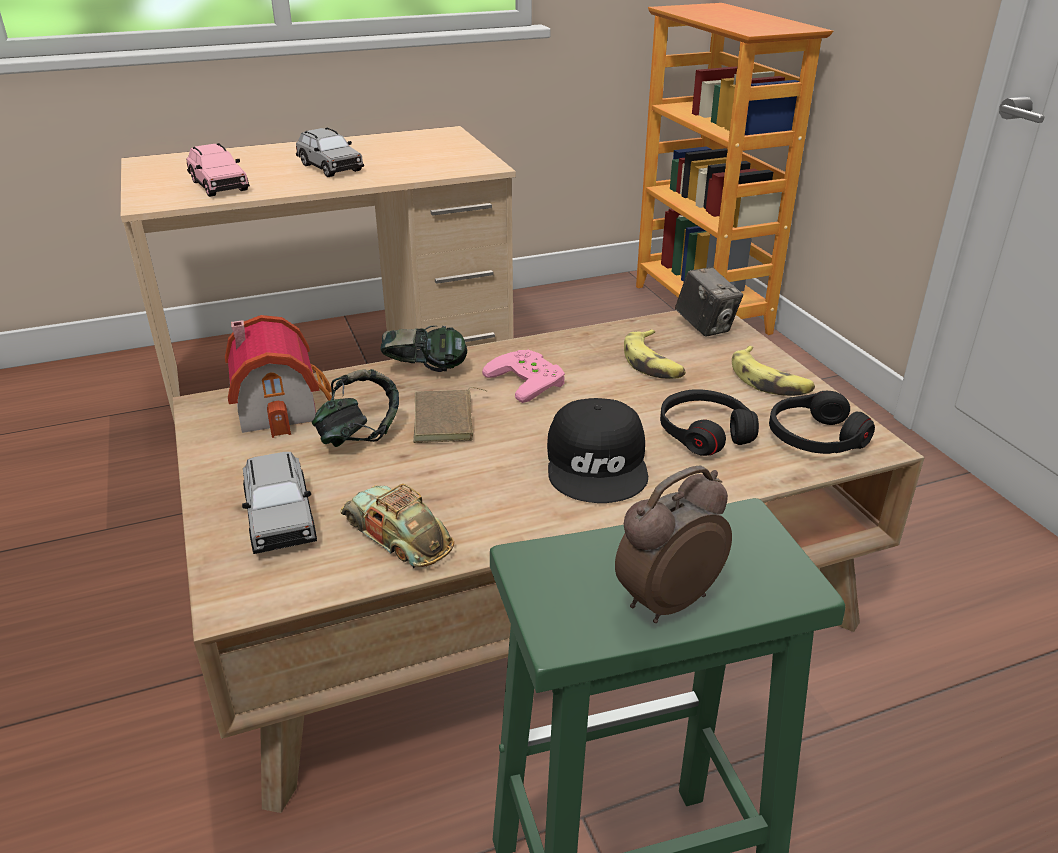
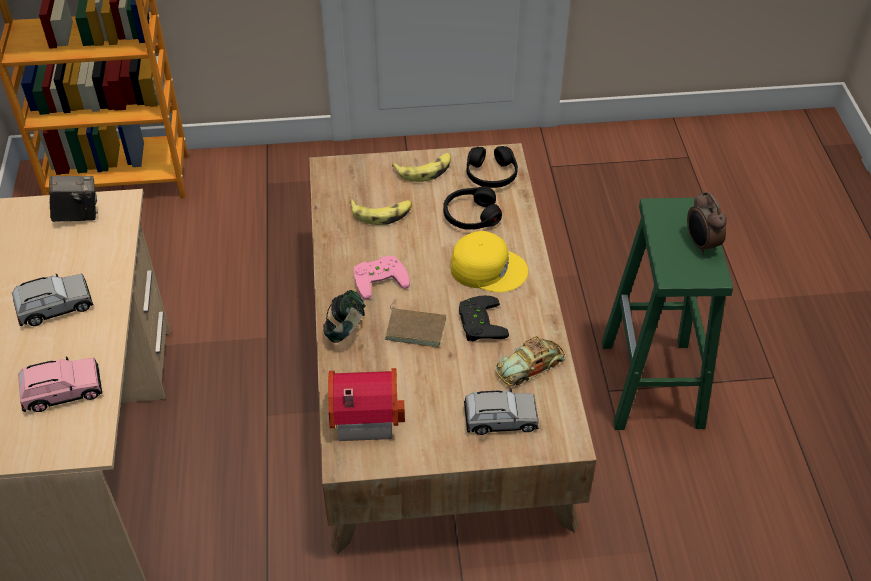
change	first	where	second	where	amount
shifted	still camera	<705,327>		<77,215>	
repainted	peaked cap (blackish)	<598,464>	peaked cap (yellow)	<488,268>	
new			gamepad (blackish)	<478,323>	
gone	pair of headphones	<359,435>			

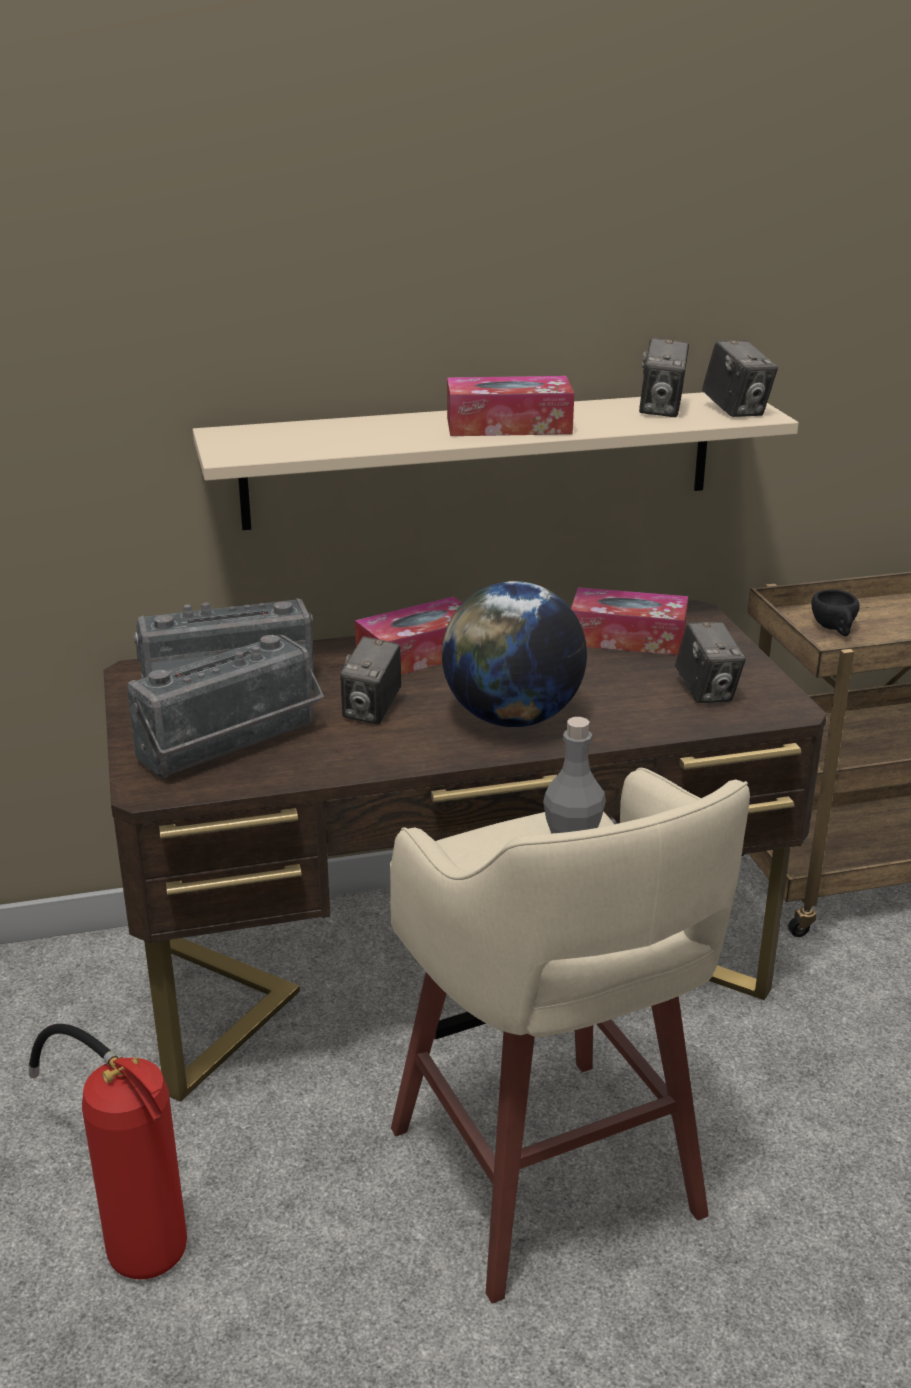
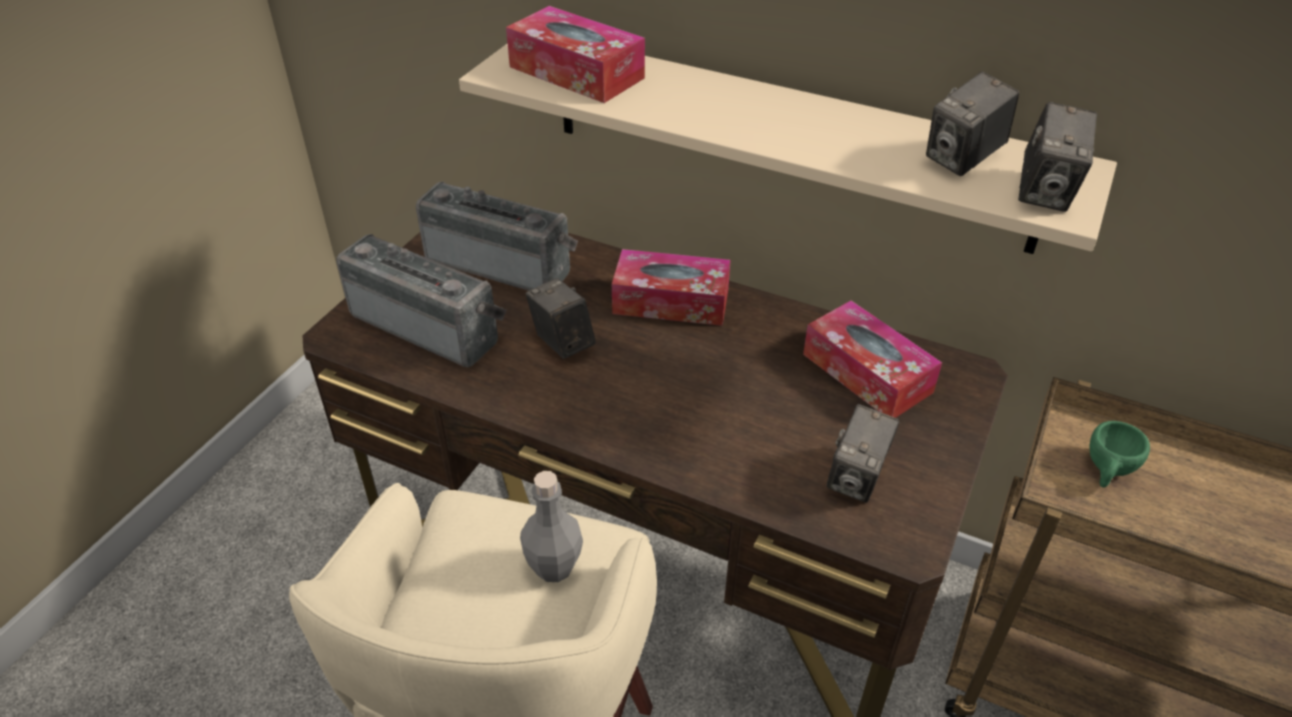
change	first	where	second	where	amount
rotated	radio	<231,747>		<430,325>	150 degrees counterclockwise
shifted	tissue box	<508,425>		<576,72>	
rotated	still camera	<372,711>		<562,342>	90 degrees clockwise
repainted	cup (blackish)	<835,629>	cup (greenish)	<1108,470>	
gone	fire extinguisher	<126,1221>			
gone	world globe	<512,718>			

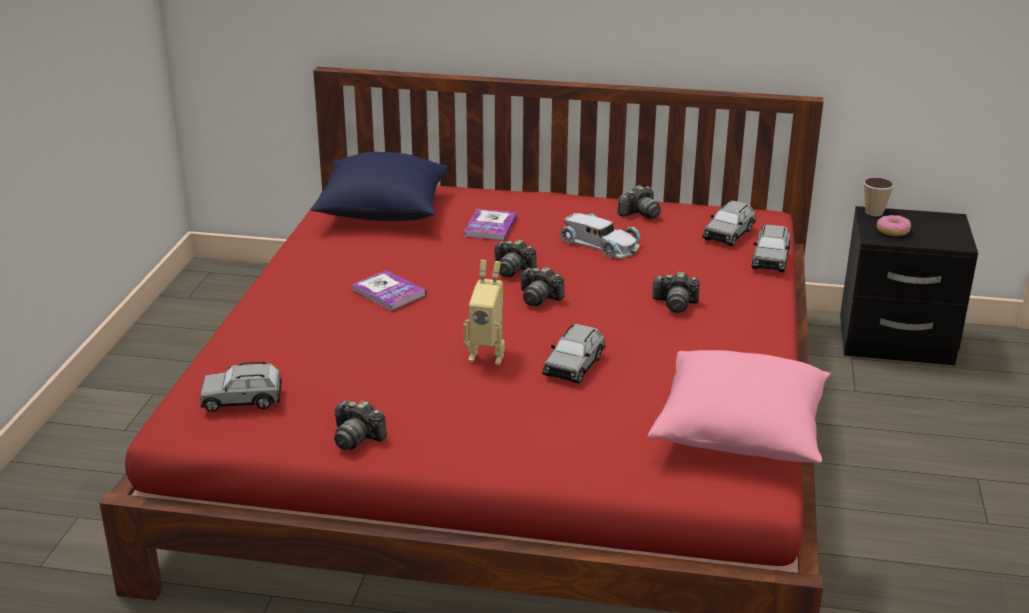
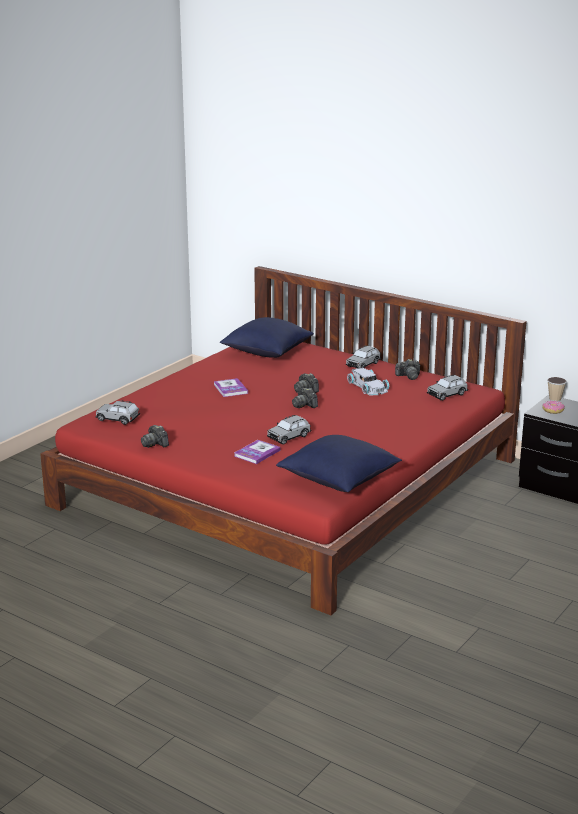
change	first	where	second	where	amount
shifted	book	<490,227>		<257,453>	
repainted	throw pillow (pink-coloured)	<740,434>	throw pillow (blue-coloured)	<339,480>	
shifted	miniature car (greyish)	<770,260>		<363,364>	
gone	toy robot	<487,355>			
gone	still camera	<675,304>			

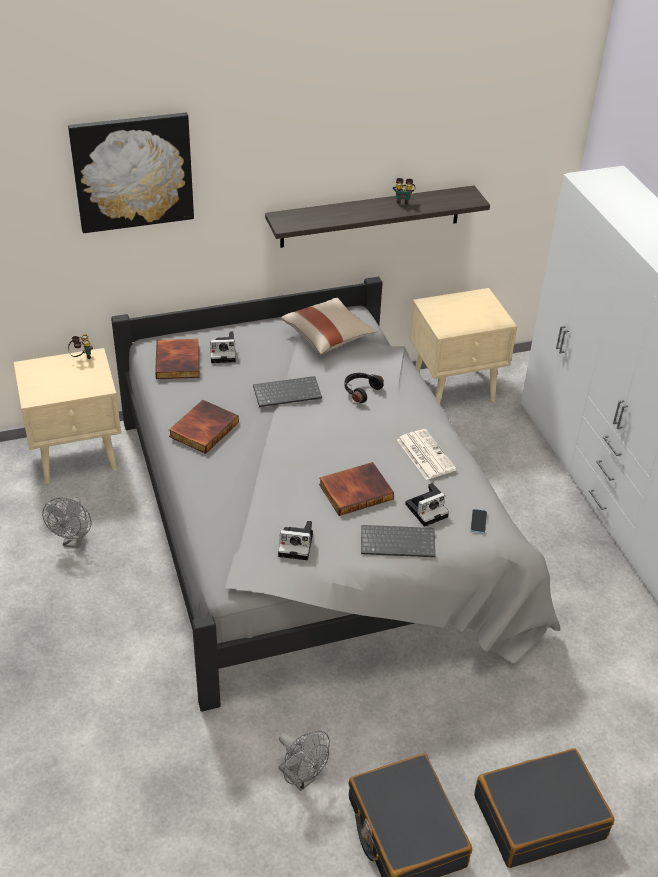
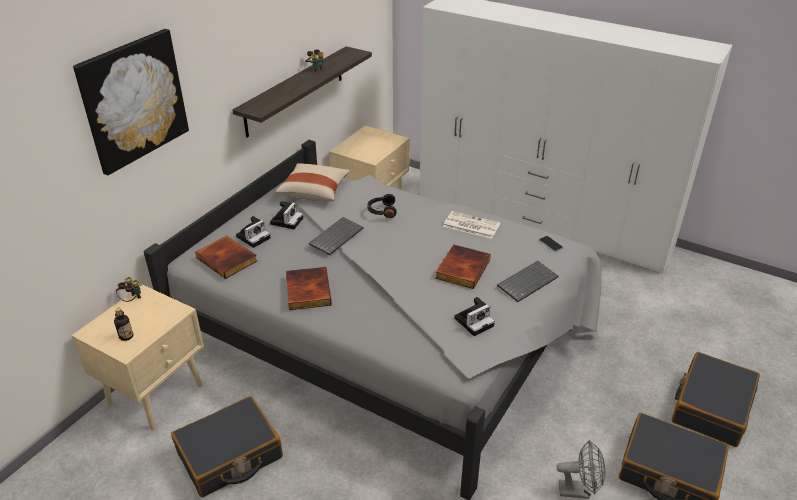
change	first	where	second	where	amount
new			drink bottle	<126,336>	
swapped	cooling fan (greyish)	<74,541>	suitcase (blackish)	<229,455>	
shifted	still camera	<427,509>		<287,220>	

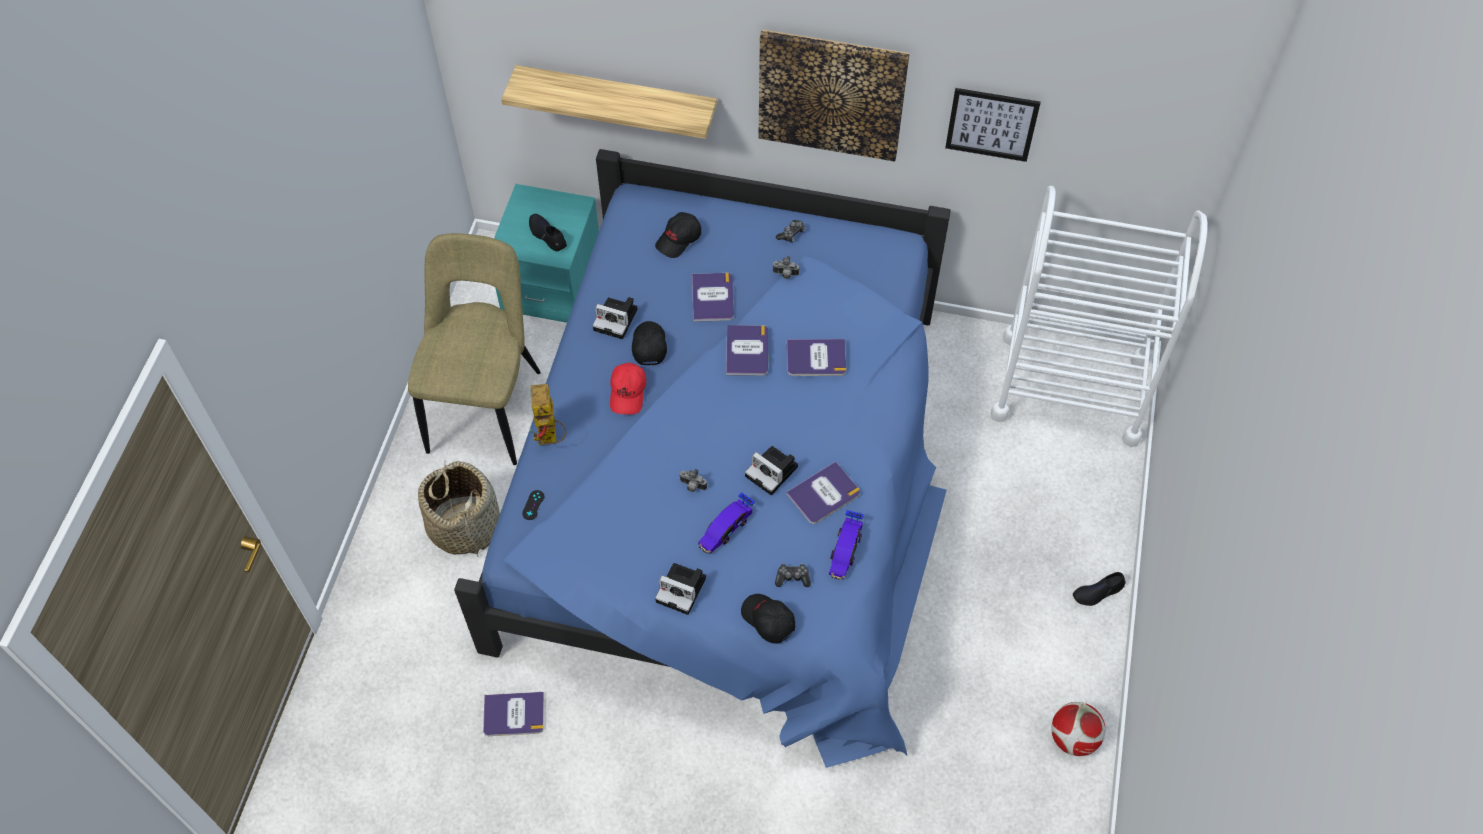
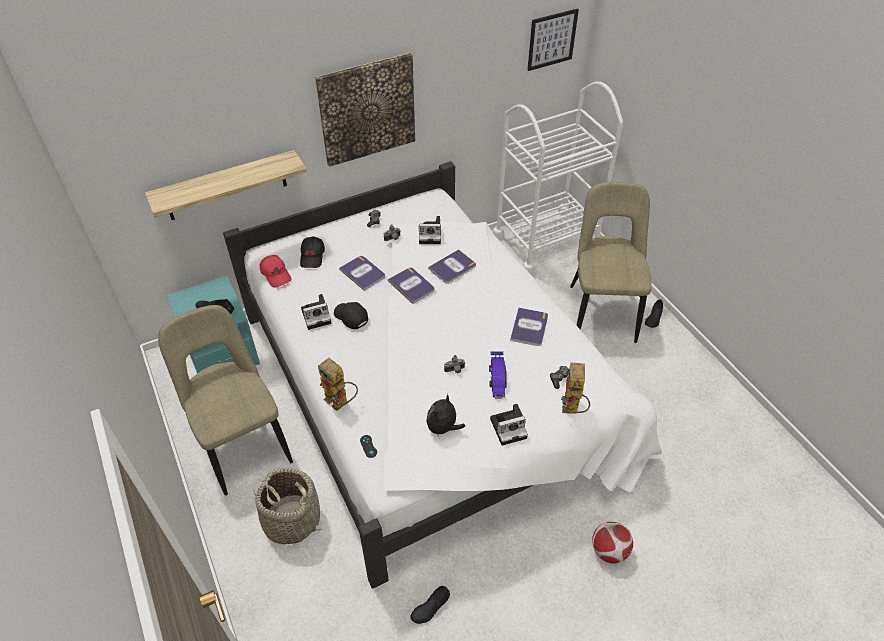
change	first	where	second	where	amount
repainted	sleeping bed (blue-coloured)	<733,488>	sleeping bed (white-coloured)	<433,389>	
shifted	peaked cap (red-coloured)	<628,393>		<276,275>	
swapped	book	<514,714>	item of footwear (blackish)	<430,607>	
shifted	still camera	<773,472>		<431,234>	
new			cuddly toy	<443,428>	
shifted	picture	<991,124>		<552,39>	
swapped	peaked cap (blackish)	<767,620>	toy robot	<572,409>	
new			upright chair (sand-coloured)	<601,310>	
shifted	football	<1073,738>		<609,551>	
gone	miniature car	<845,550>			

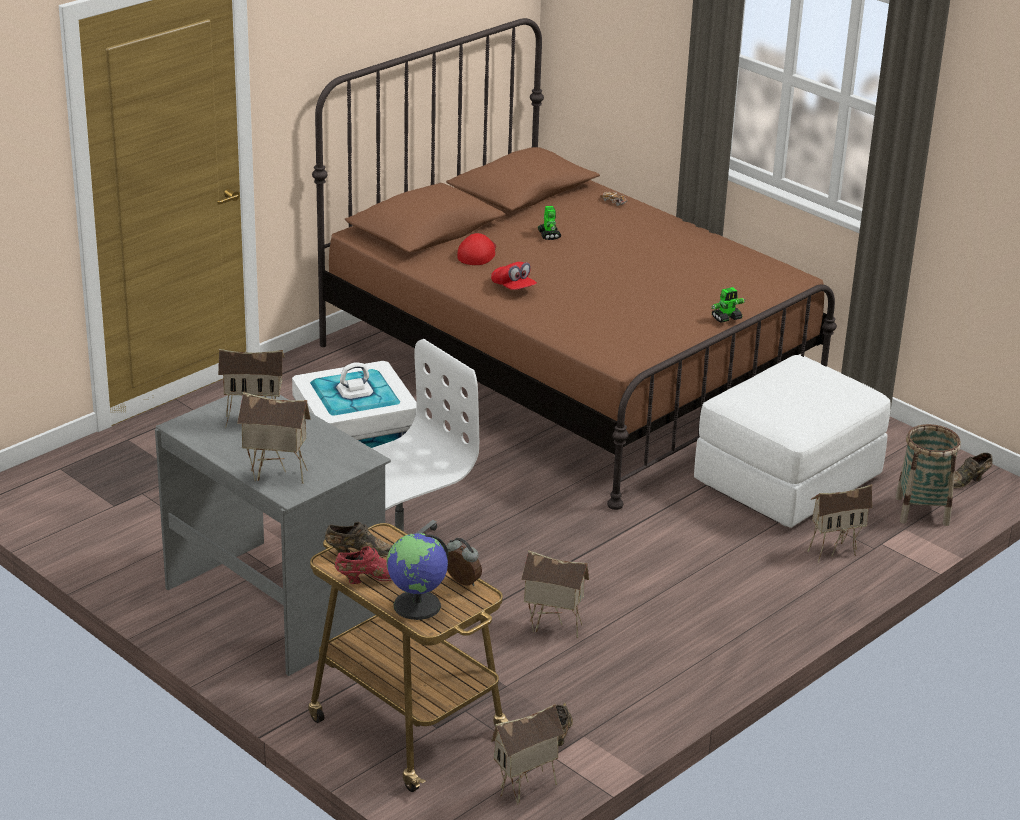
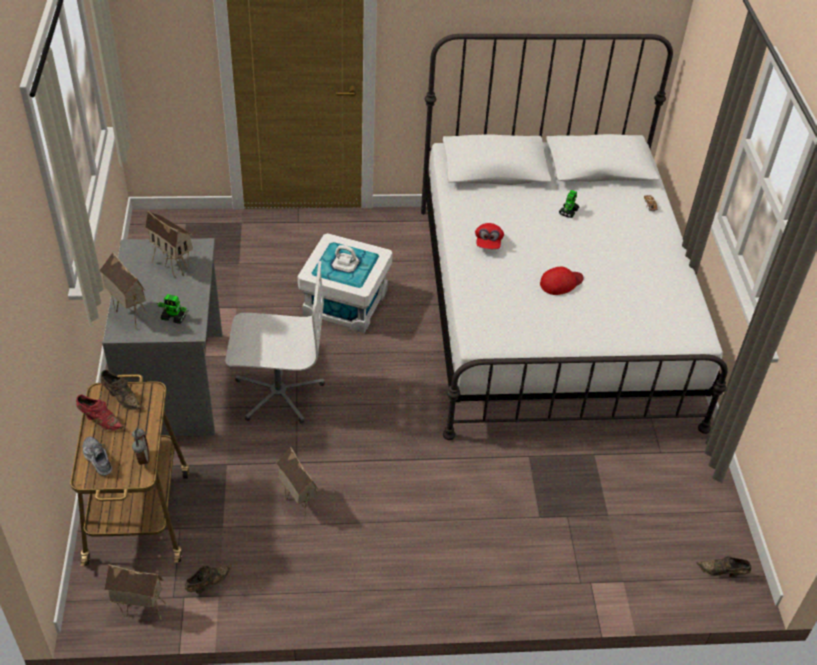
change	first	where	second	where	amount
swapped	world globe	<417,606>	item of footwear	<97,459>	
shifted	toy robot	<727,318>		<174,317>	
repainted	sleeping bed (brown)	<568,369>	sleeping bed (white-coloured)	<551,311>	
shifted	peaked cap (red-coloured)	<478,254>		<561,283>	
gone	pouffe (white-coloured)	<788,480>			
gone	model house	<833,550>			
gone	storage basket	<922,511>			

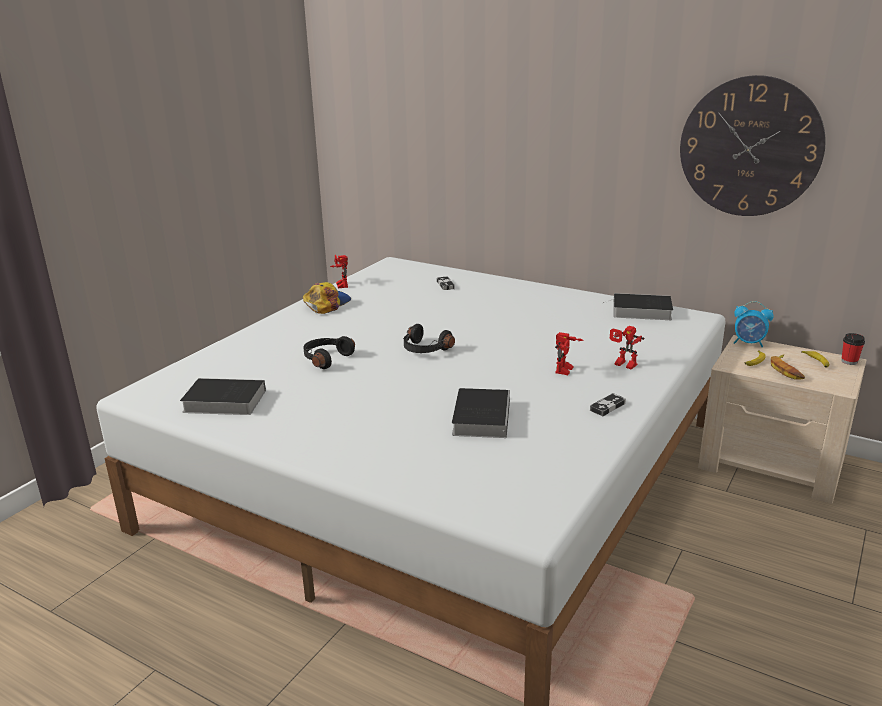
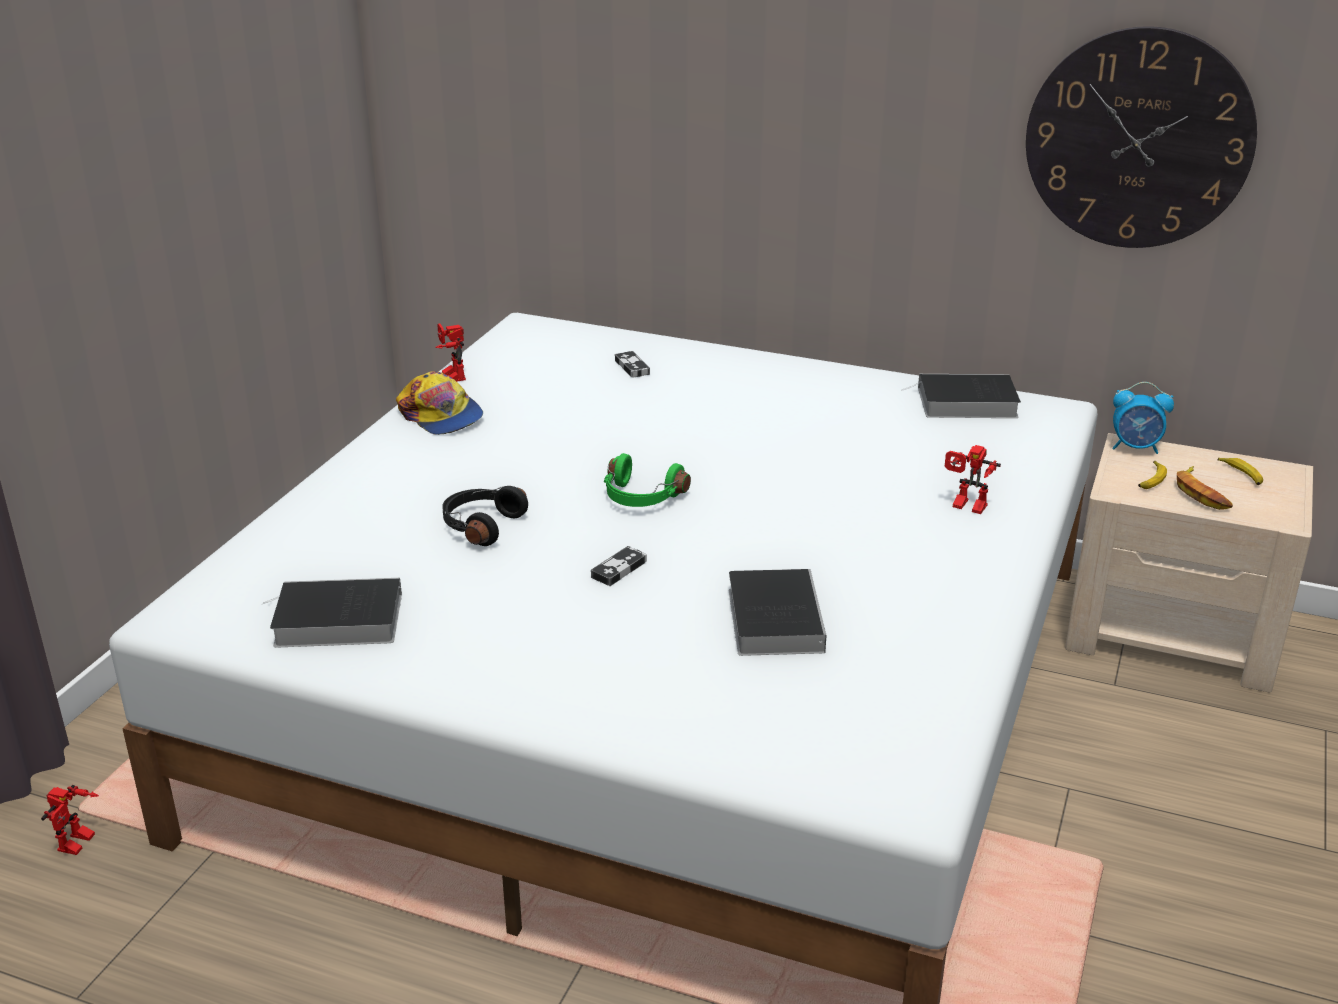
change	first	where	second	where	amount
shifted	toy robot	<566,371>		<78,845>	
rotated	peaked cap	<326,304>		<441,415>	120 degrees clockwise
shifted	gamepad	<607,407>		<619,569>	
repainted	pair of headphones (blackish)	<424,350>	pair of headphones (greenish)	<641,498>	
gone	cup	<849,361>			

